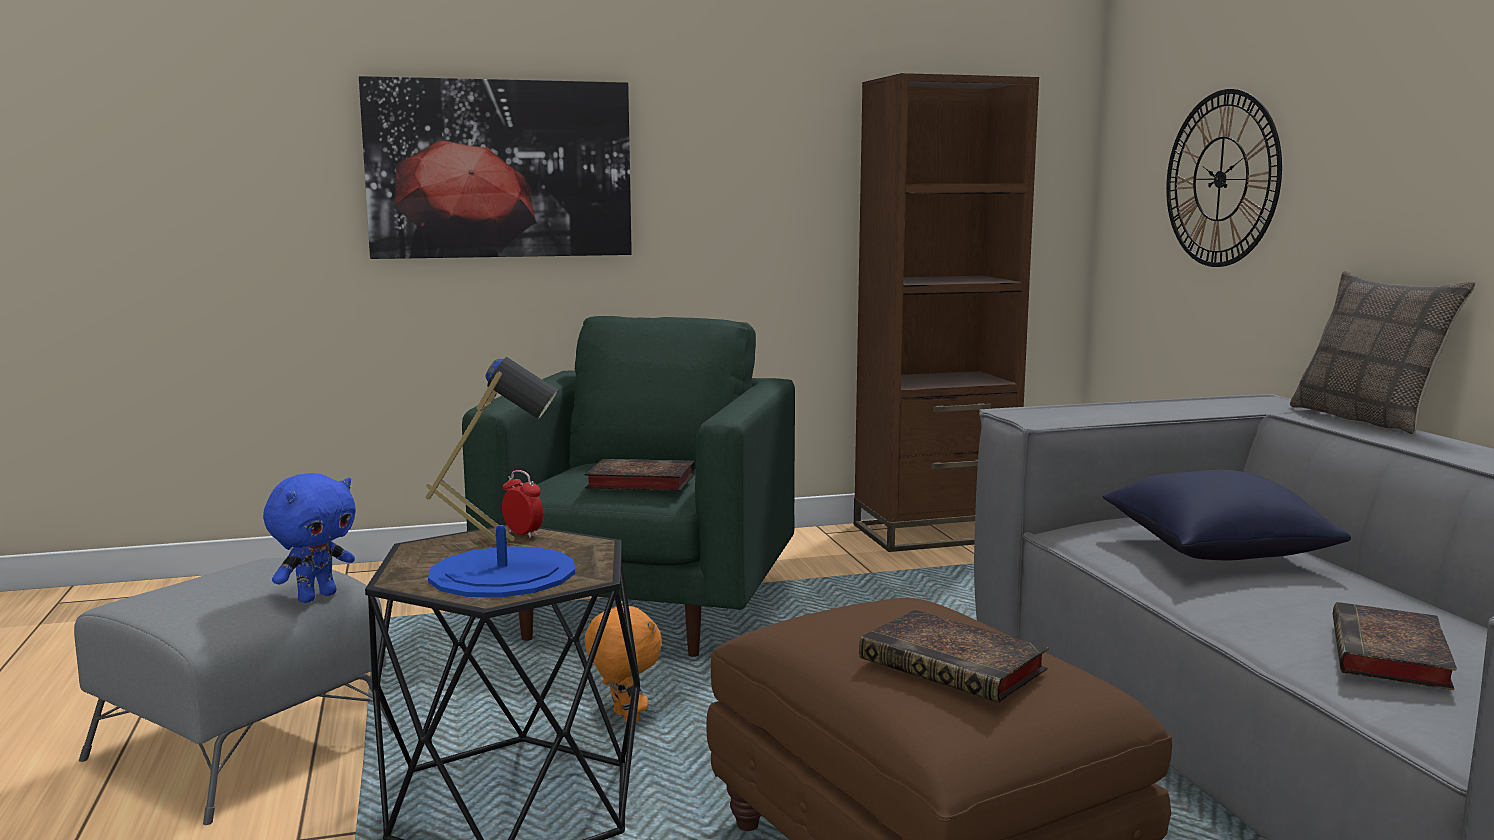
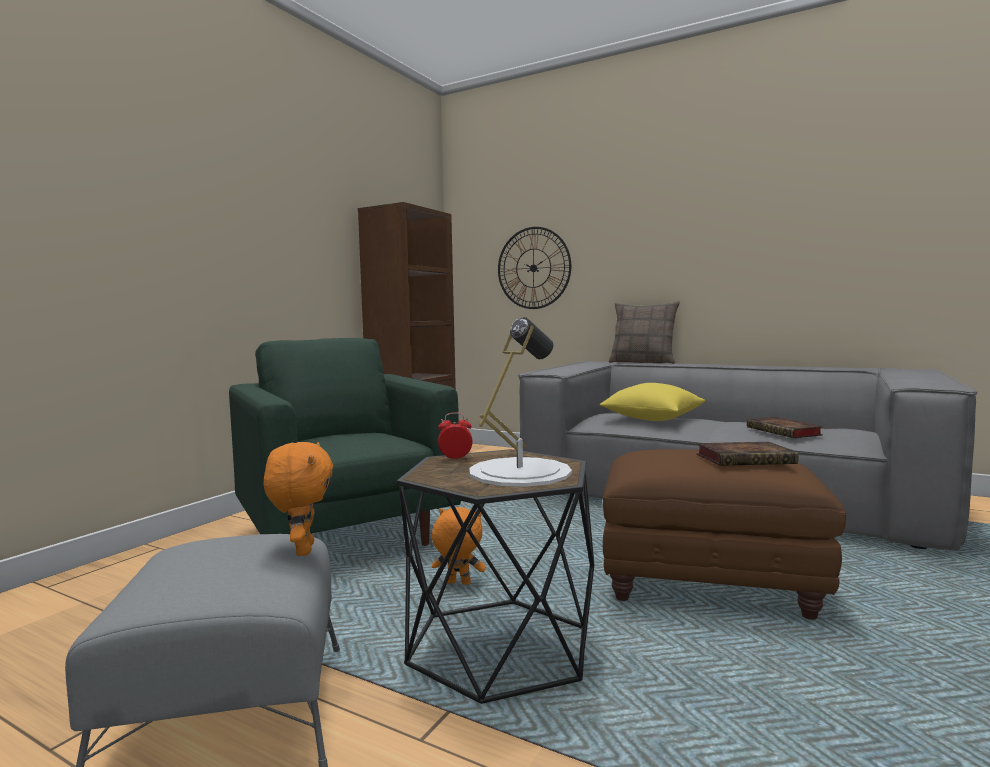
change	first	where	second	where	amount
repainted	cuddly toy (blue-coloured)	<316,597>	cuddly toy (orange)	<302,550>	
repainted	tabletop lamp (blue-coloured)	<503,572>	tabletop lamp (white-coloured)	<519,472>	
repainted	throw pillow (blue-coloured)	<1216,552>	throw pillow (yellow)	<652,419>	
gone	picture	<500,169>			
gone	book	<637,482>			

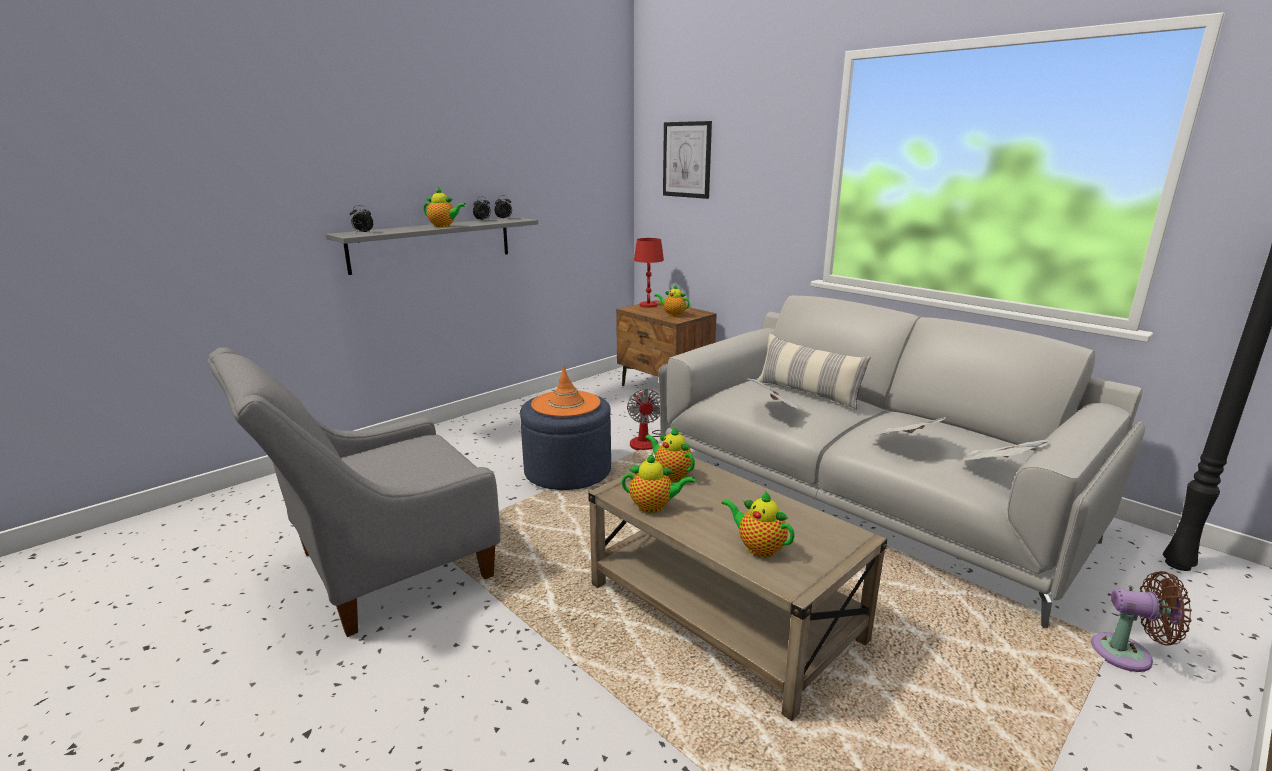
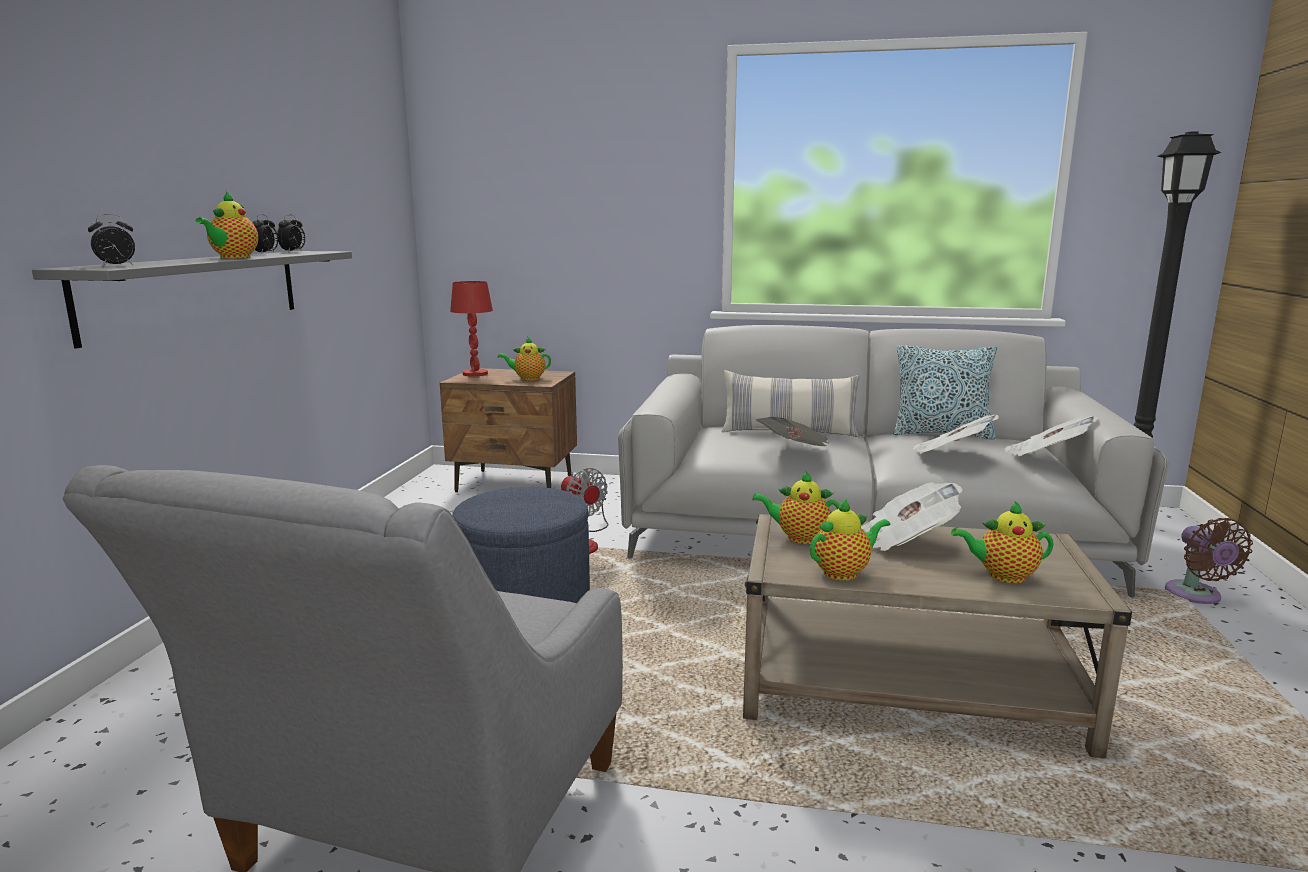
change	first	where	second	where	amount
rotated	pot for tea	<444,226>		<233,258>	120 degrees clockwise
new			newspaper	<903,541>	
new			throw pillow	<941,433>	
rotated	cooling fan (brown)	<1128,654>		<1196,595>	105 degrees clockwise
gone	hat (orange)	<566,404>			
gone	picture	<687,160>			

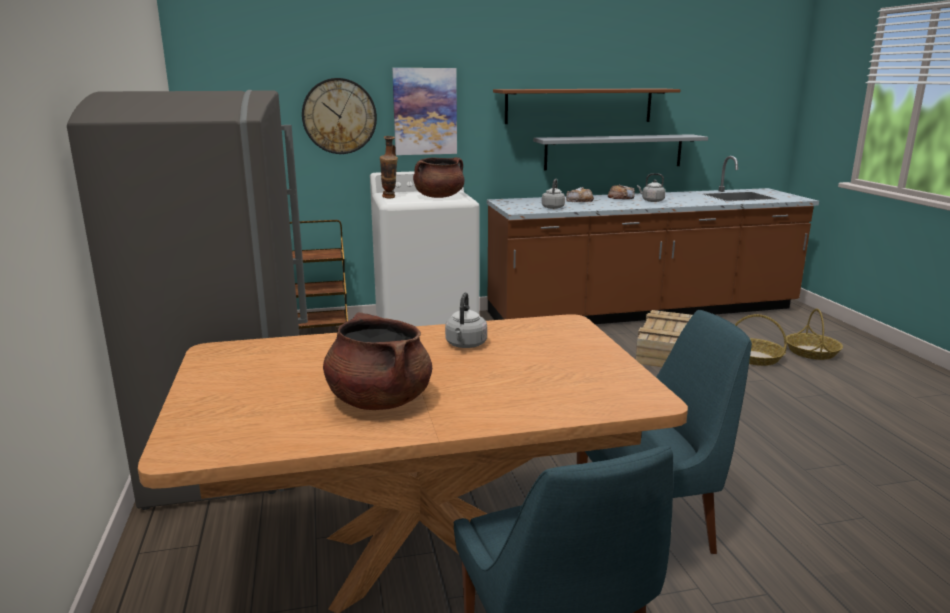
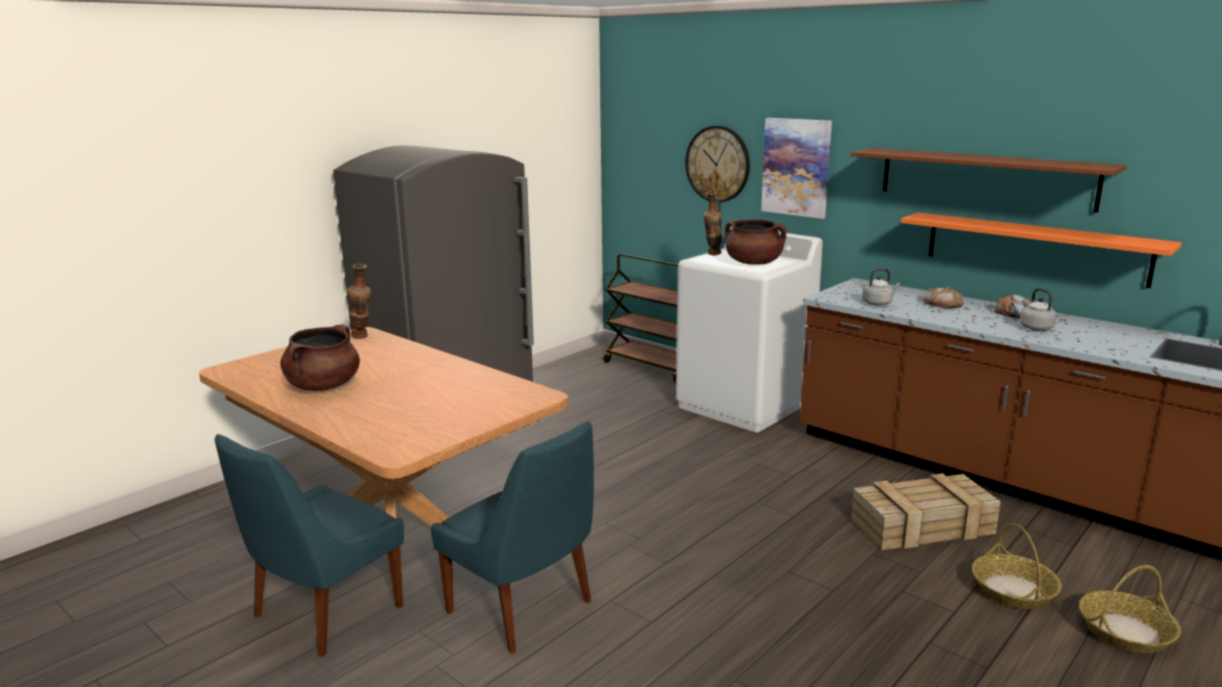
change	first	where	second	where	amount
new			decorative vase	<362,337>	
repainted	wall shelf (greyish)	<614,152>	wall shelf (orange)	<1034,248>	
gone	water kettle (greyish)	<465,345>			

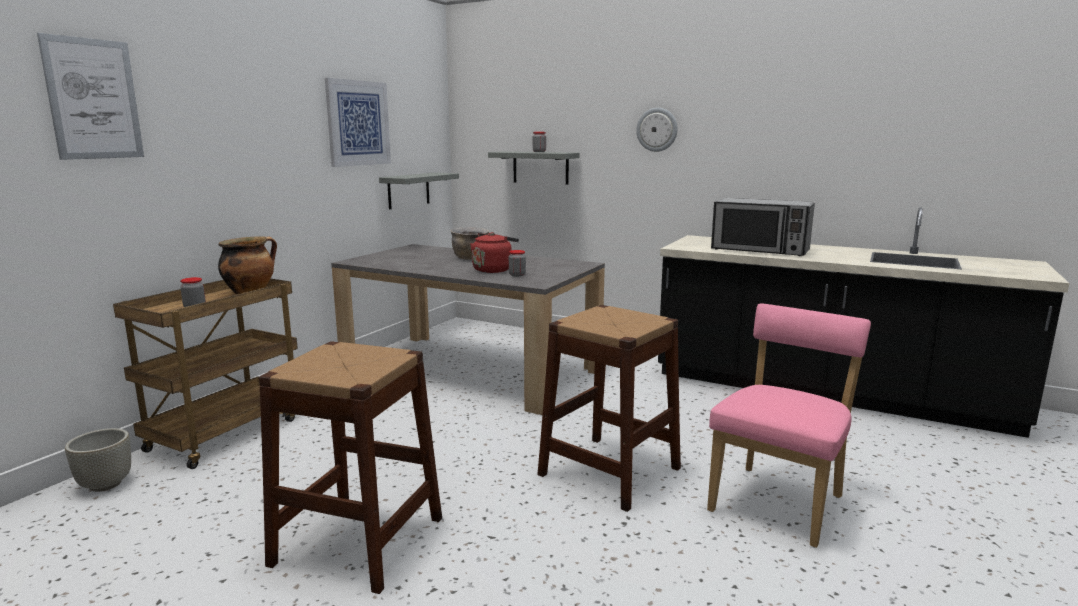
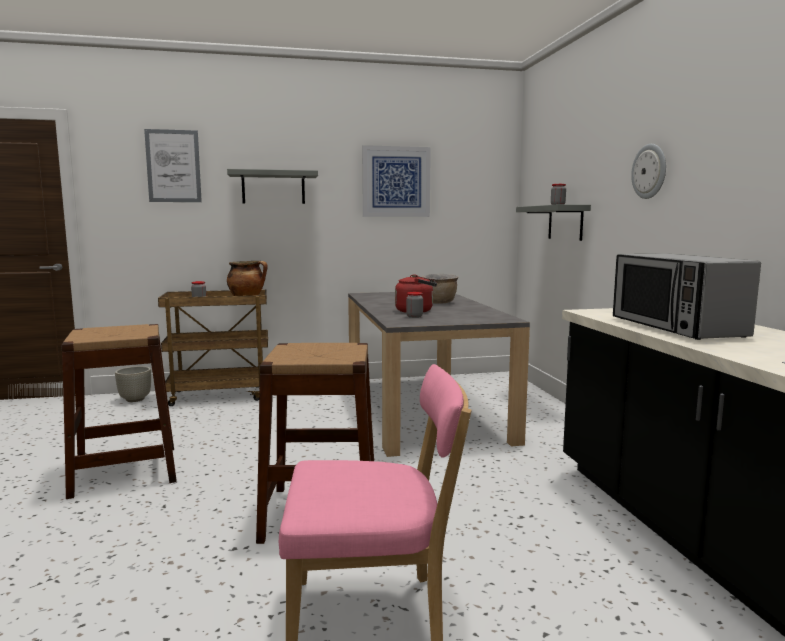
change	first	where	second	where	amount
shifted	wall shelf (greyish)	<408,190>		<273,188>	

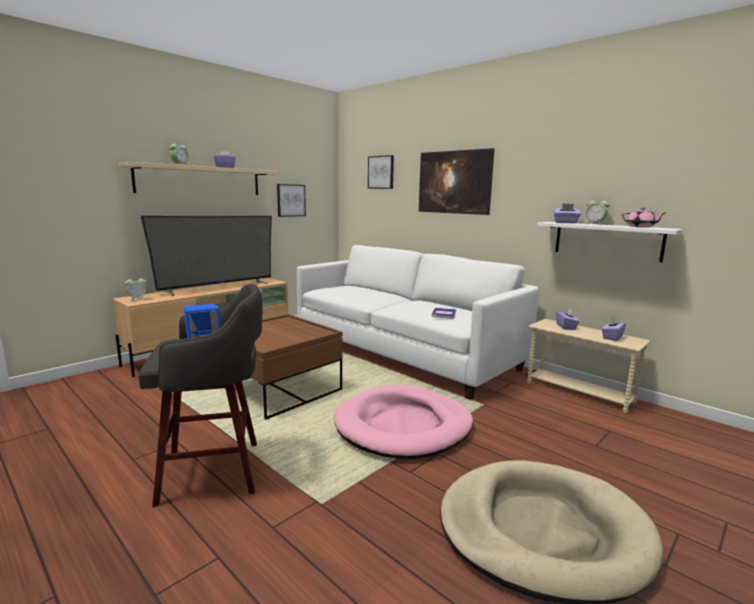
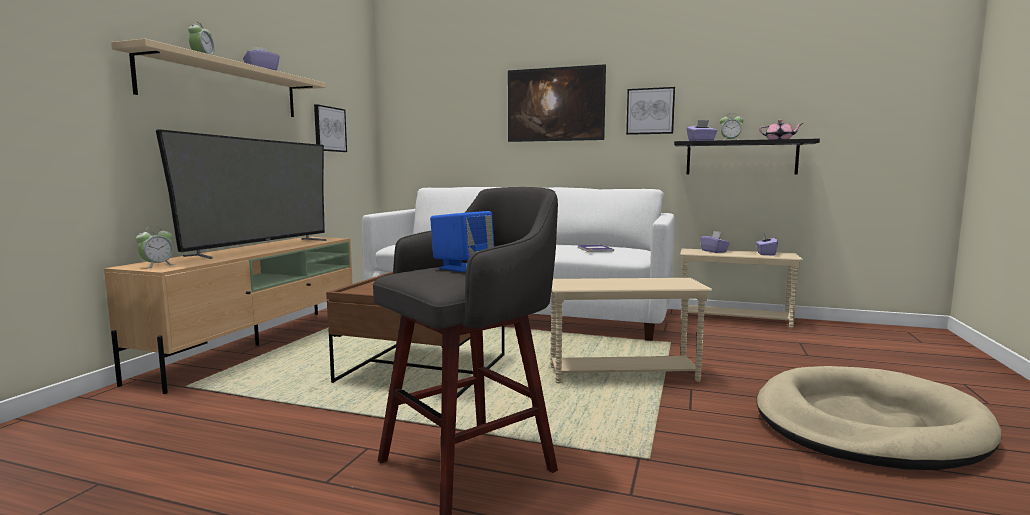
change	first	where	second	where	amount
swapped	dog cushion (pink-coloured)	<403,426>	side table (sand-coloured)	<622,374>	
shifted	picture	<381,172>		<650,111>	
repainted	wall shelf (white-coloured)	<607,240>	wall shelf (blackish)	<741,158>	

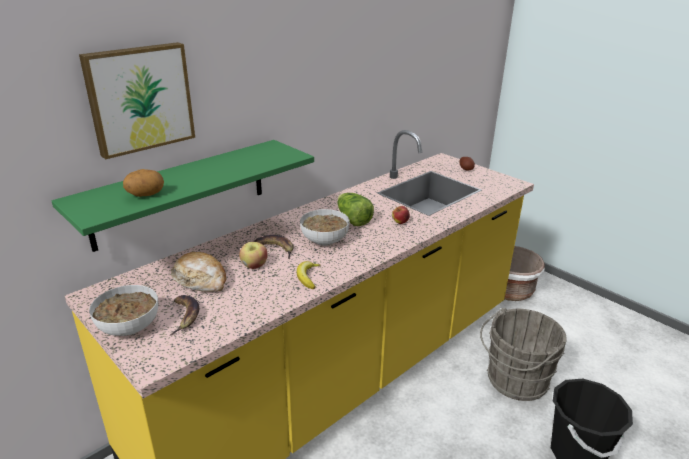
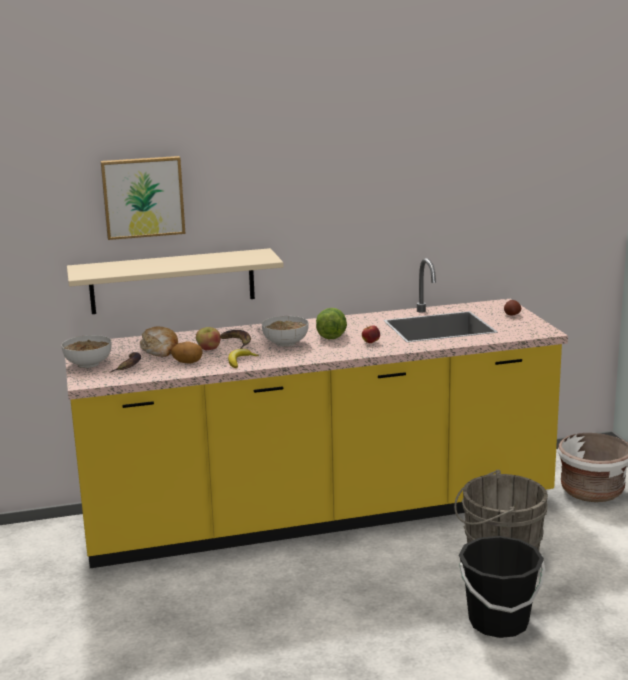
change	first	where	second	where	amount
repainted	wall shelf (greenish)	<181,193>	wall shelf (sand-coloured)	<172,281>	
shifted	spud	<145,195>		<187,362>	

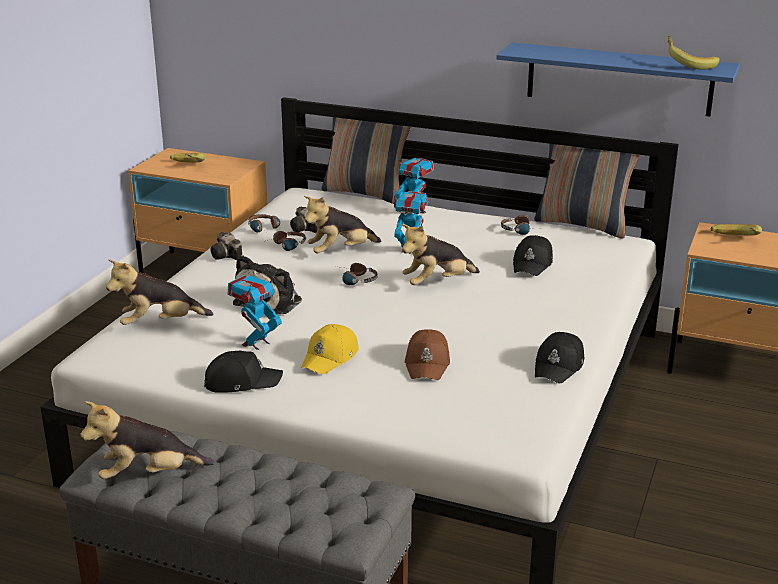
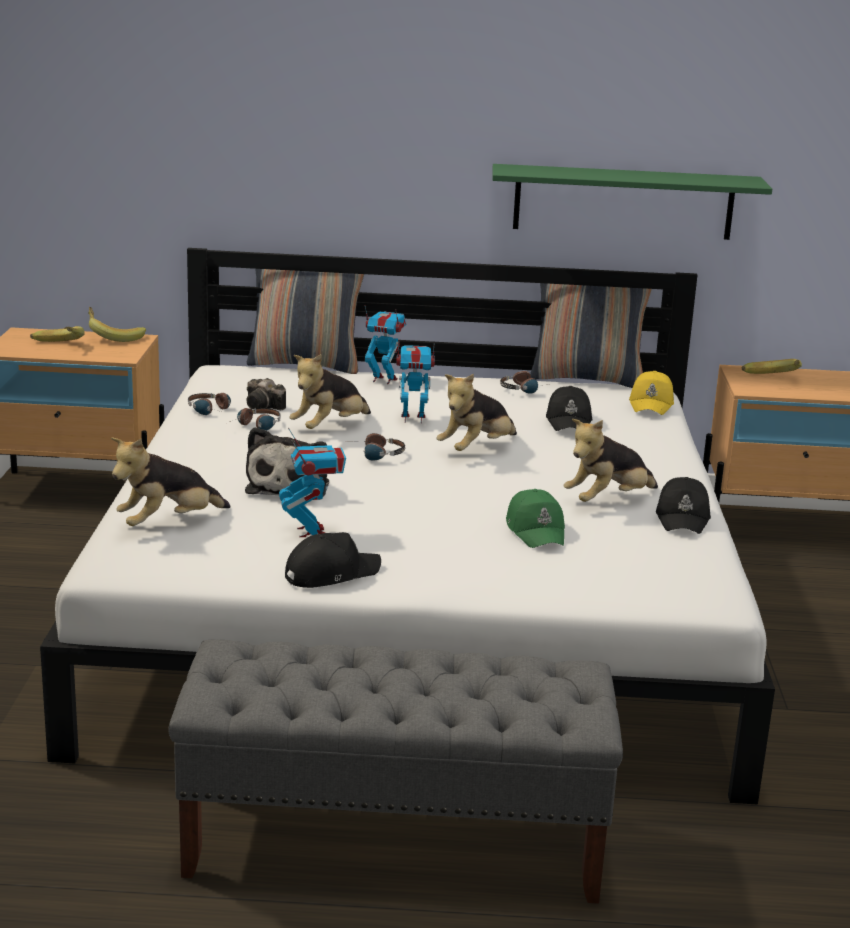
change	first	where	second	where	amount
shifted	banana	<689,65>		<114,337>	
rotated	toy robot	<256,343>		<312,532>	150 degrees clockwise
repainted	wall shelf (blue-coloured)	<619,79>	wall shelf (greenish)	<623,202>	
repainted	peaked cap (brown)	<428,363>	peaked cap (greenish)	<536,531>	
shifted	cuddly toy	<148,475>		<608,500>	
shifted	peaked cap (yellow)	<330,357>		<651,404>	
gone	still camera	<227,256>			

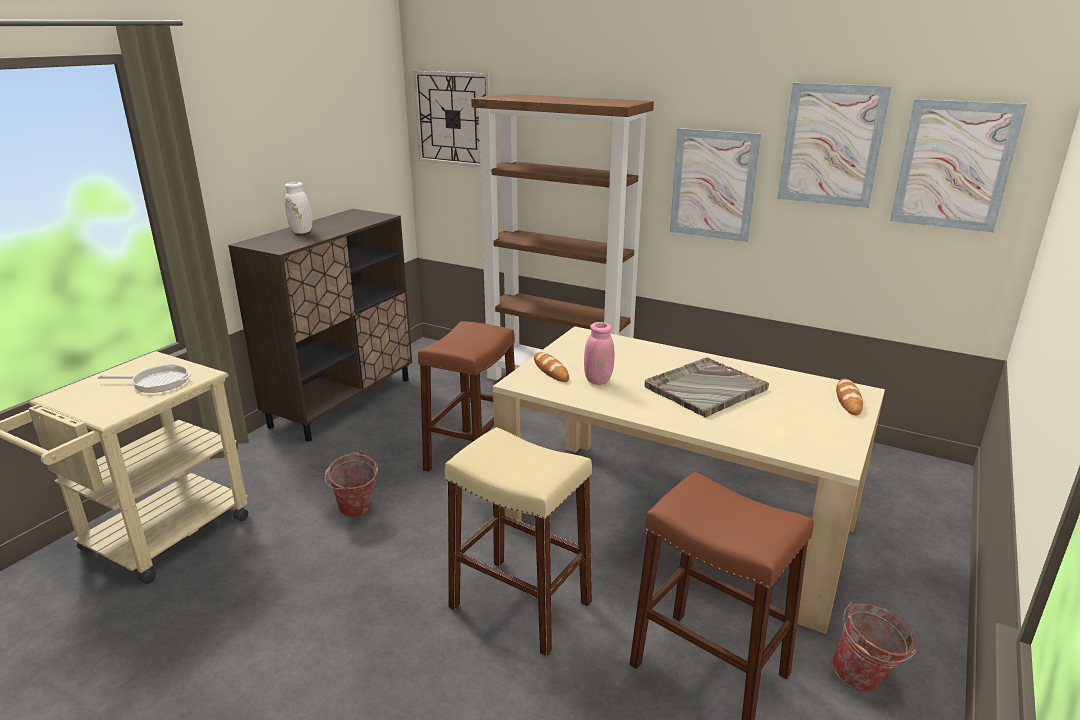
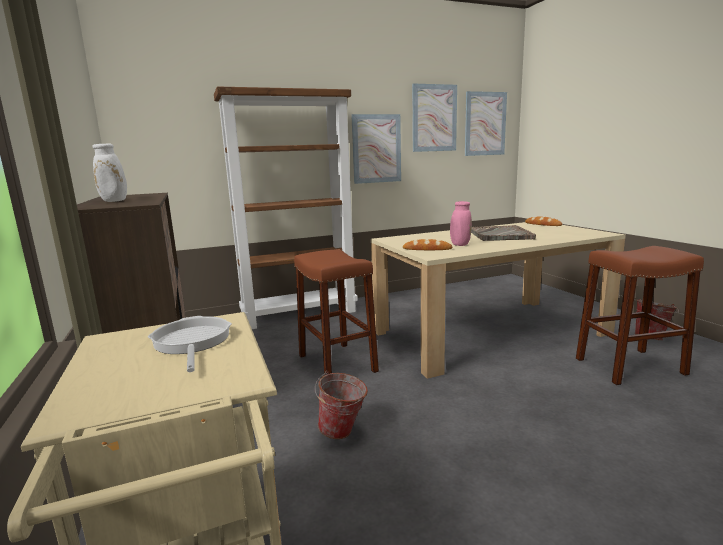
change	first	where	second	where	amount
rotated	frying pan	<157,382>		<192,342>	60 degrees counterclockwise
gone	hanging clock	<454,119>			
gone	stool (sand-coloured)	<520,604>			

